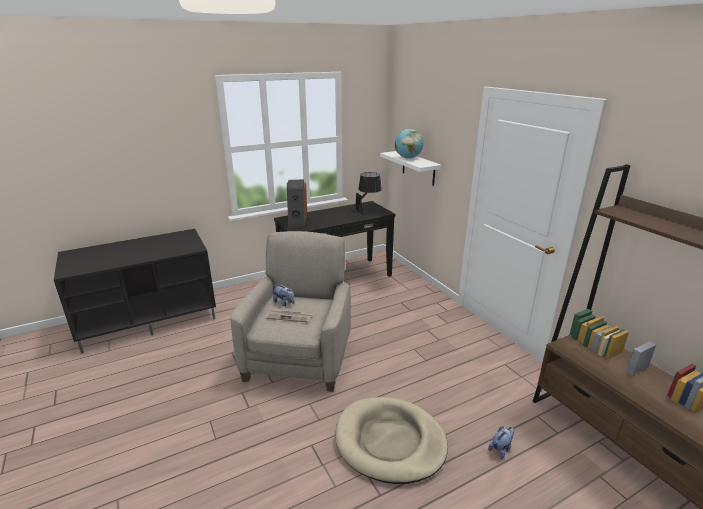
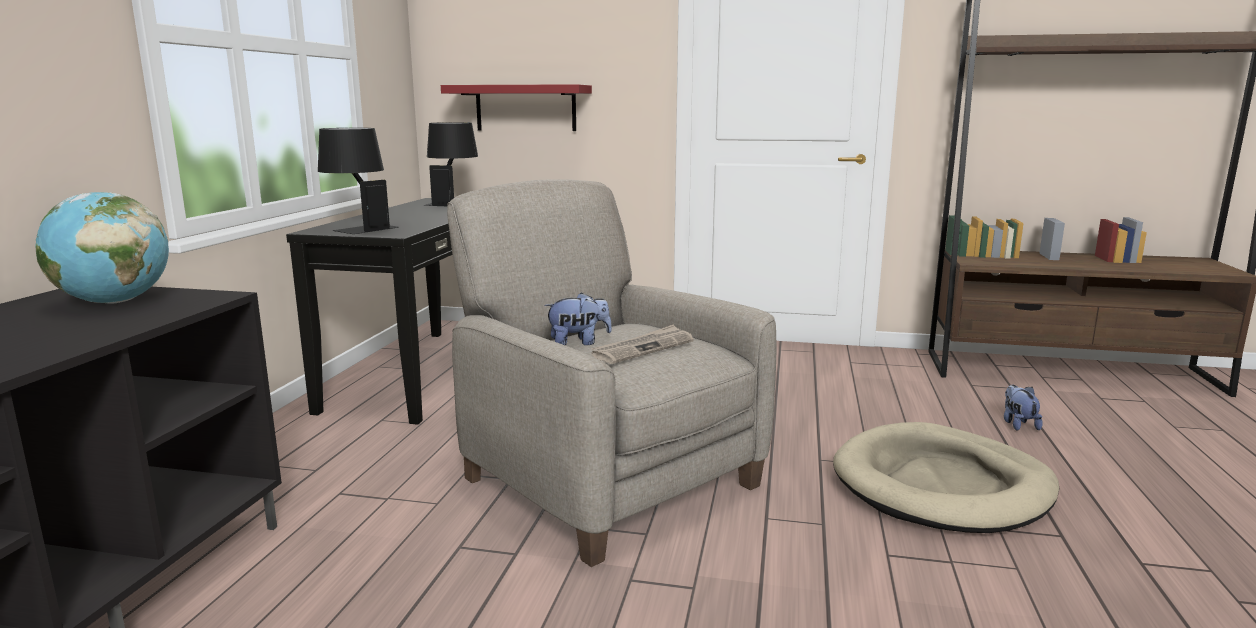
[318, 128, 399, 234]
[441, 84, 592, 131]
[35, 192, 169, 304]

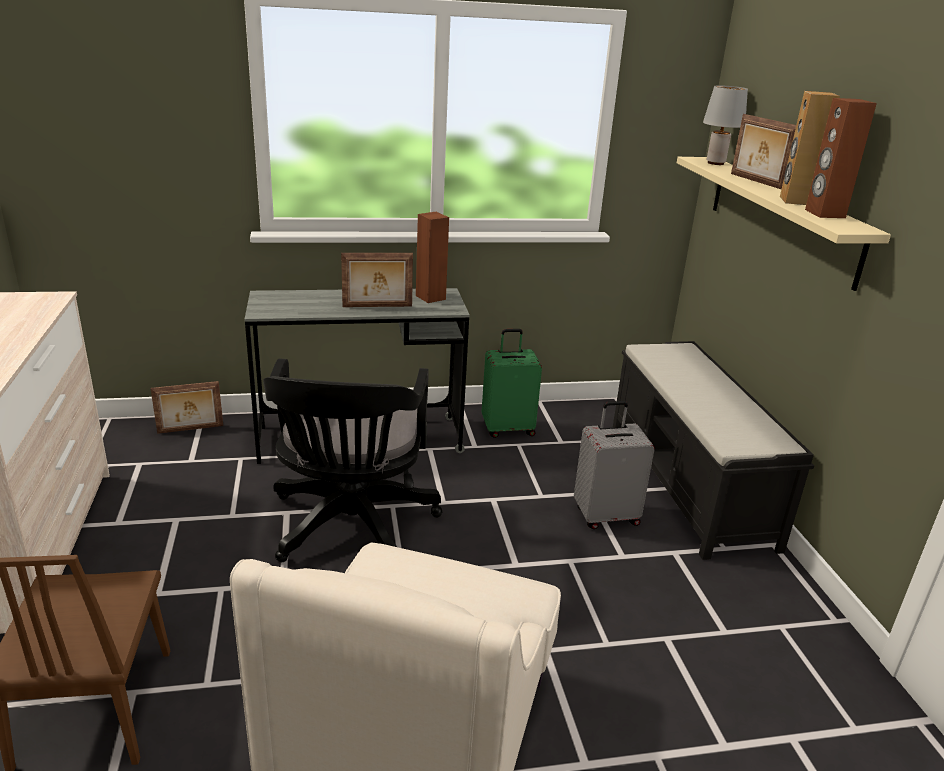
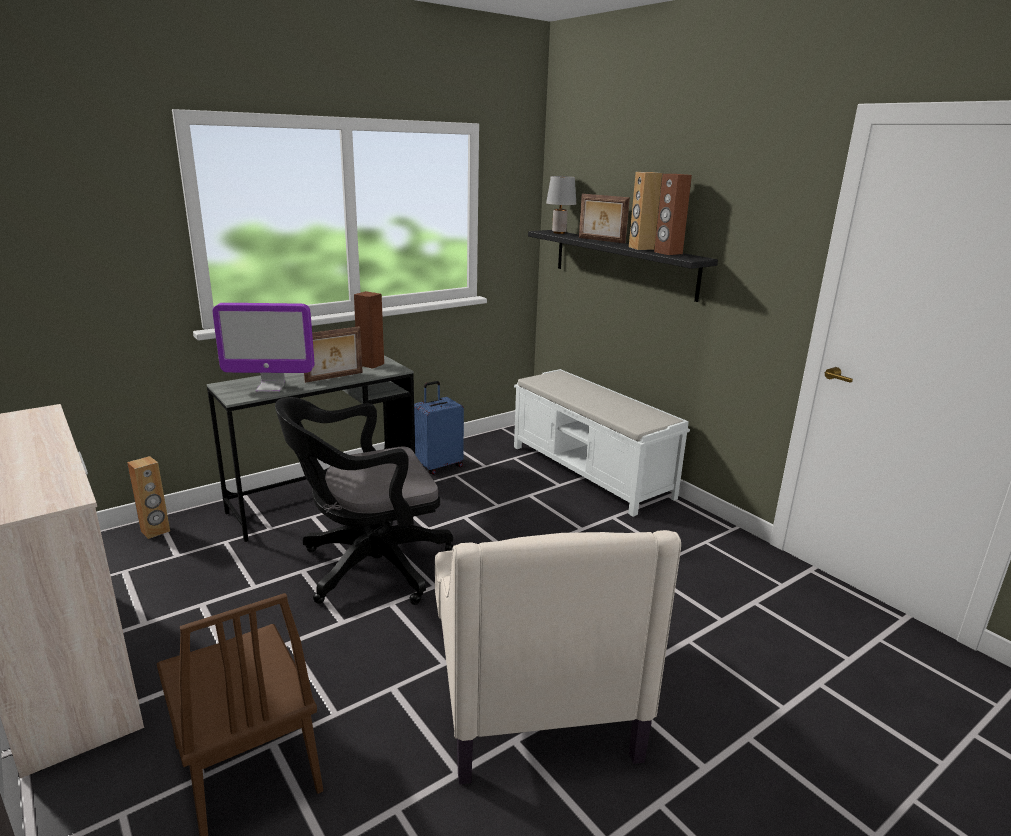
[127, 456, 170, 539]
[275, 397, 454, 605]
[414, 381, 464, 475]
[574, 401, 655, 529] (first image)
[514, 369, 690, 517]
[528, 230, 718, 302]
[212, 303, 314, 392]

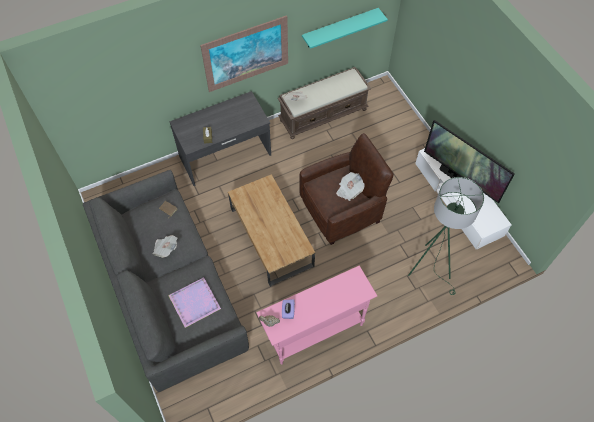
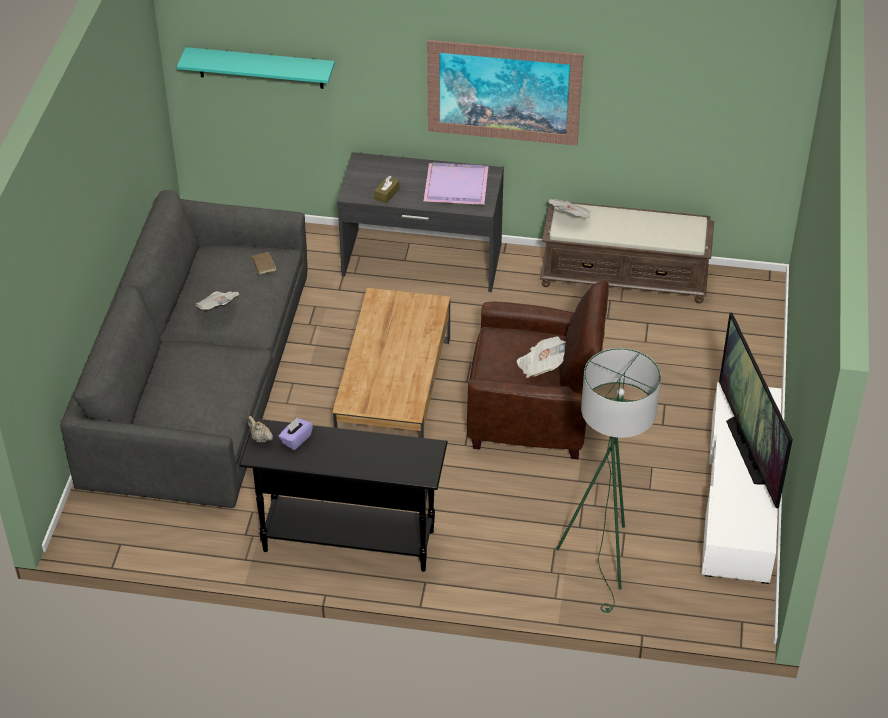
[424, 162, 488, 205]
[239, 419, 448, 572]
[177, 47, 335, 89]

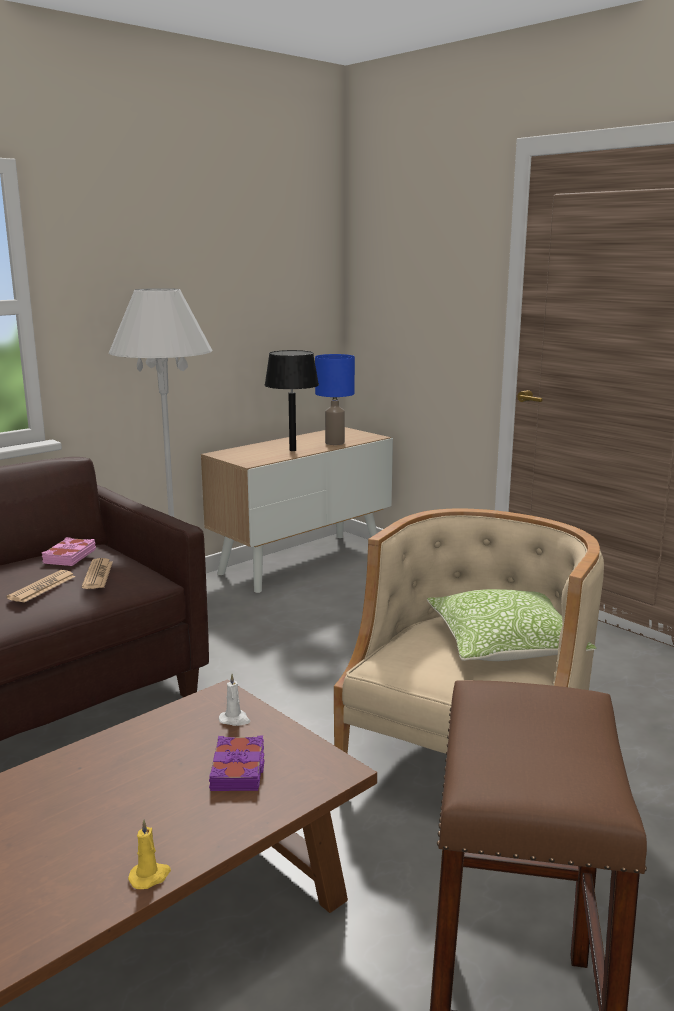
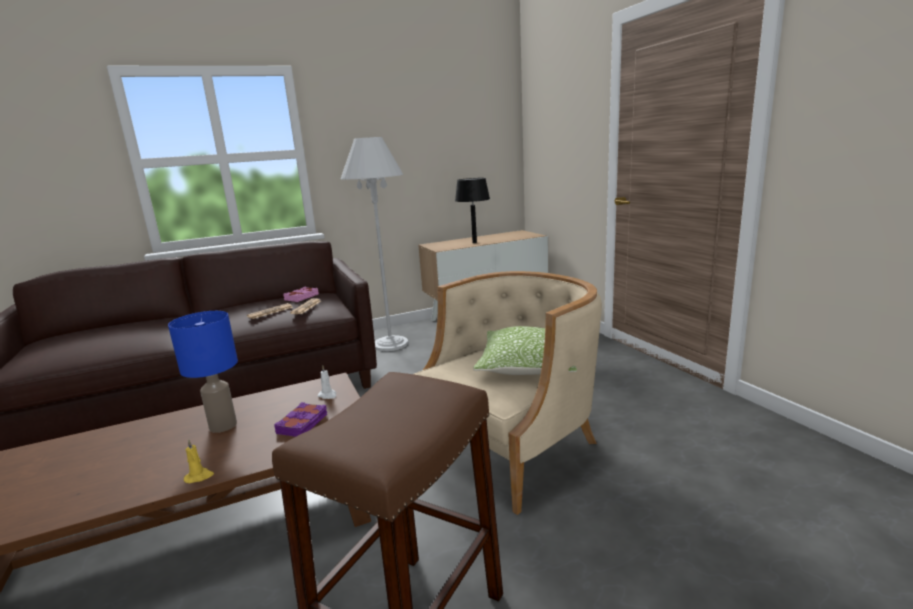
[168, 311, 238, 433]

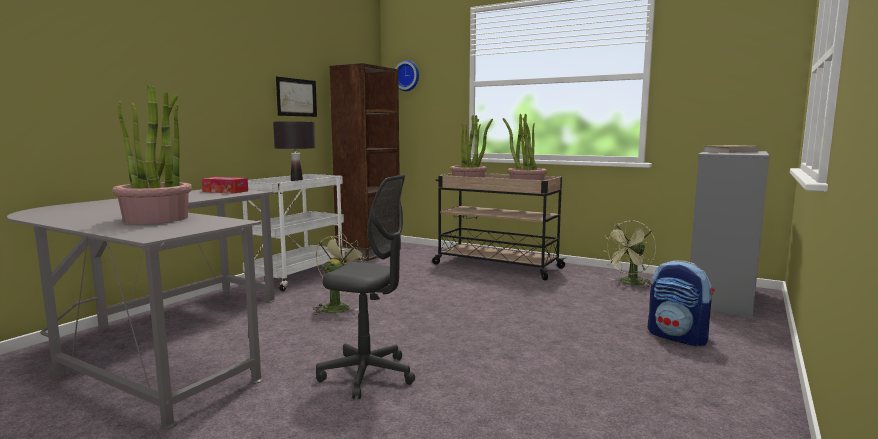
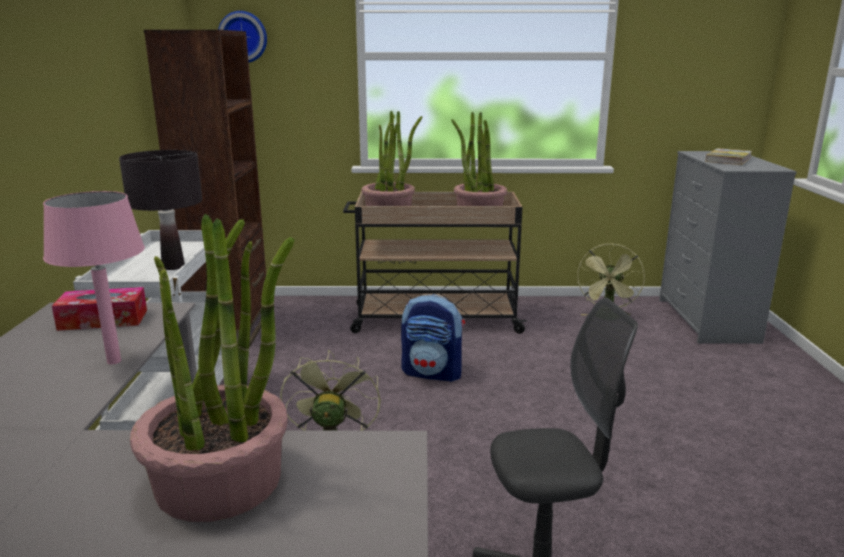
[276, 77, 317, 117] (first image)
[401, 294, 465, 382]
[43, 191, 145, 364]

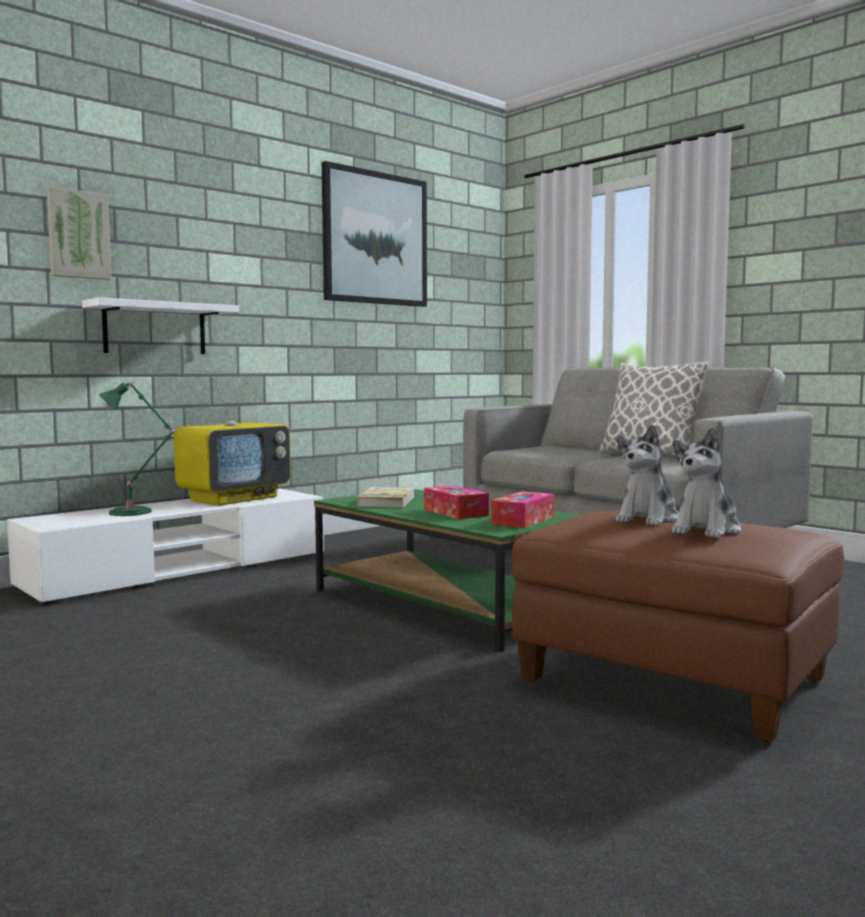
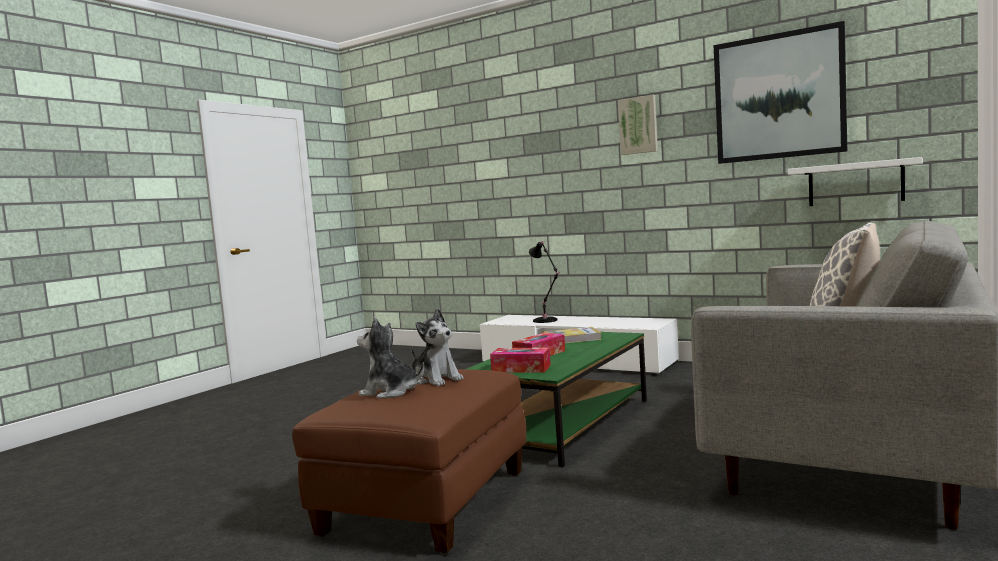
[618, 95, 658, 155]
[788, 157, 923, 206]
[529, 241, 560, 323]
[174, 381, 291, 506] (first image)
[412, 308, 463, 386]

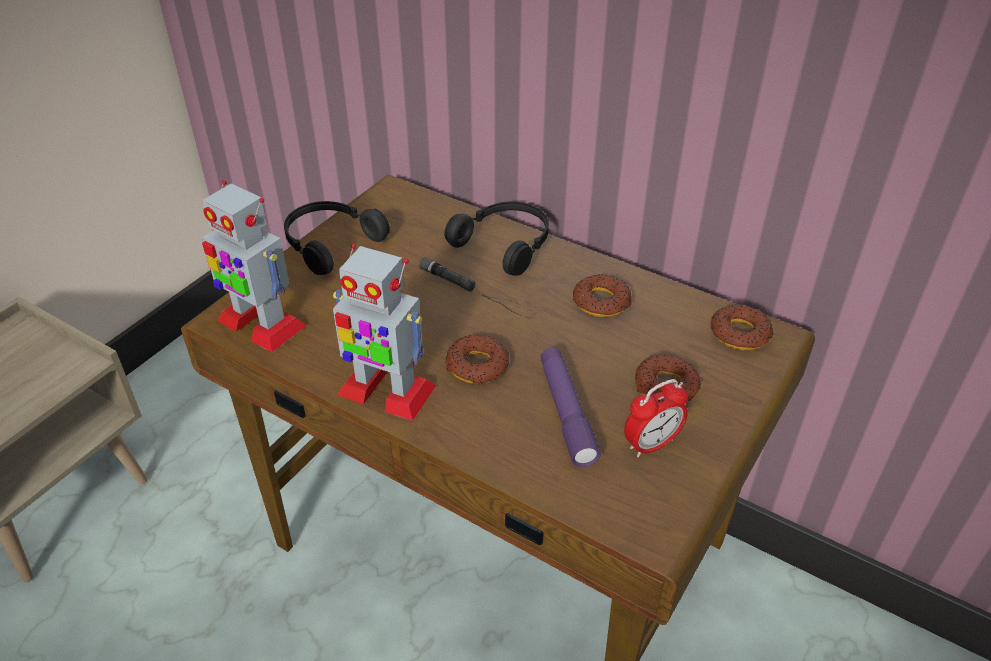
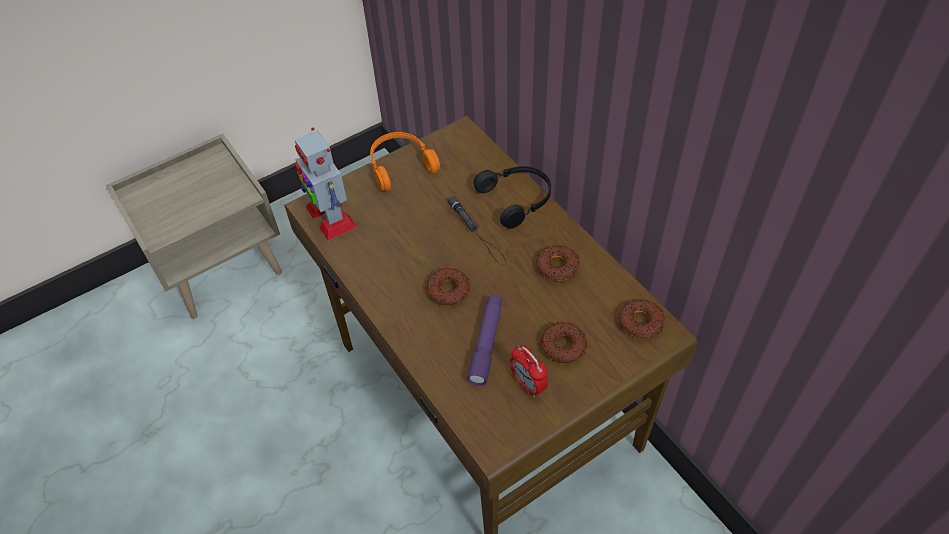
[370, 132, 440, 191]
[333, 244, 436, 421] (first image)
[510, 345, 548, 397]

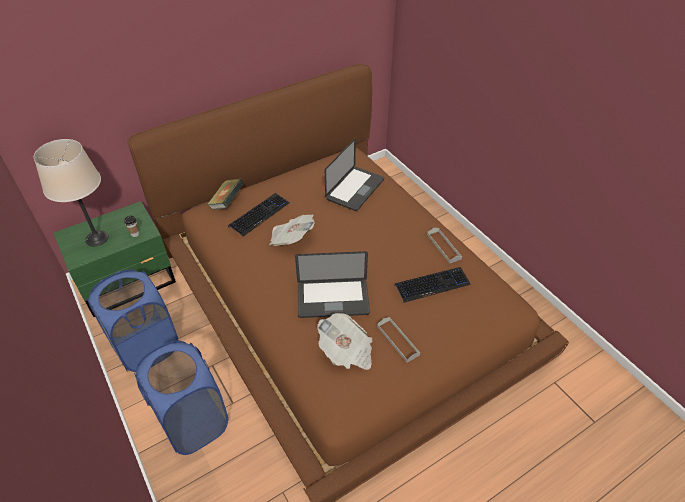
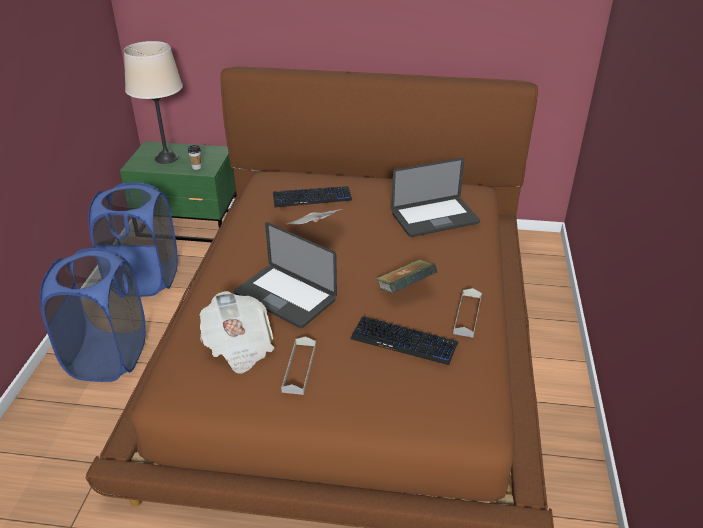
[376, 259, 438, 294]

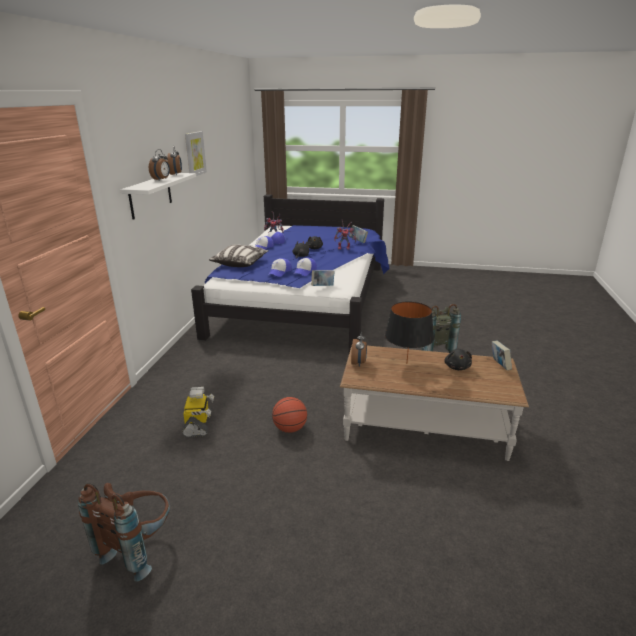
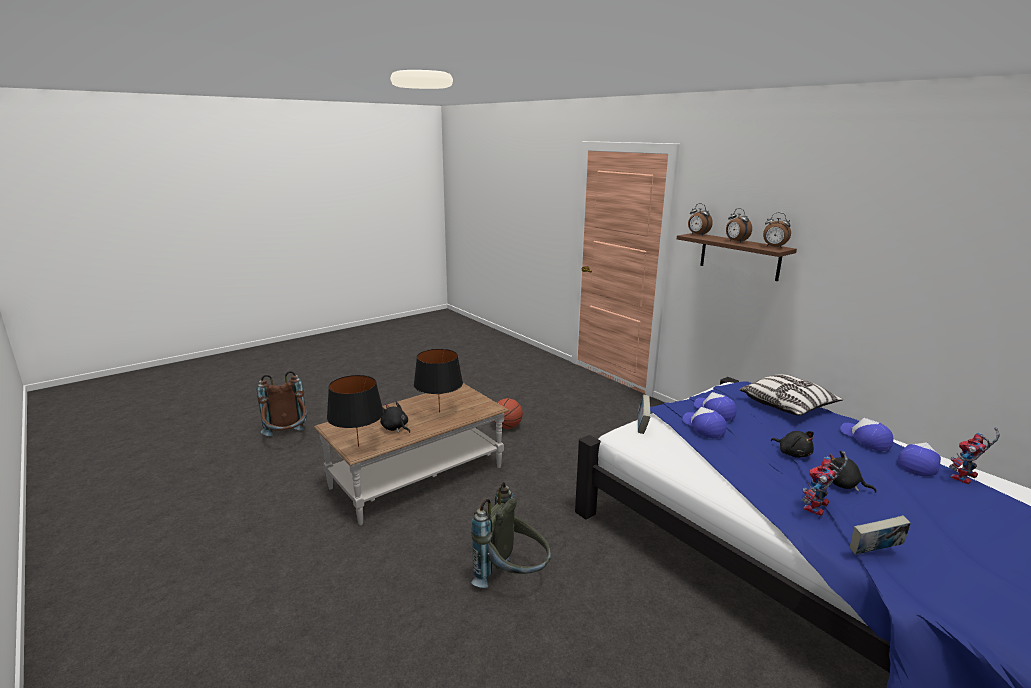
[257, 371, 307, 436]
[677, 233, 797, 281]
[182, 387, 214, 437] (first image)
[185, 131, 207, 176] (first image)
[688, 203, 713, 236]
[327, 375, 384, 447]

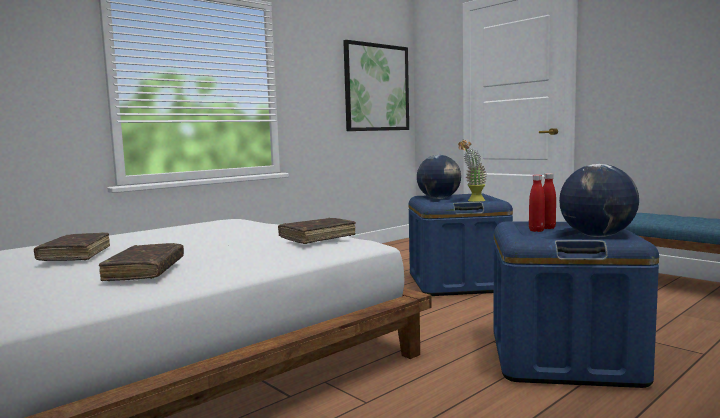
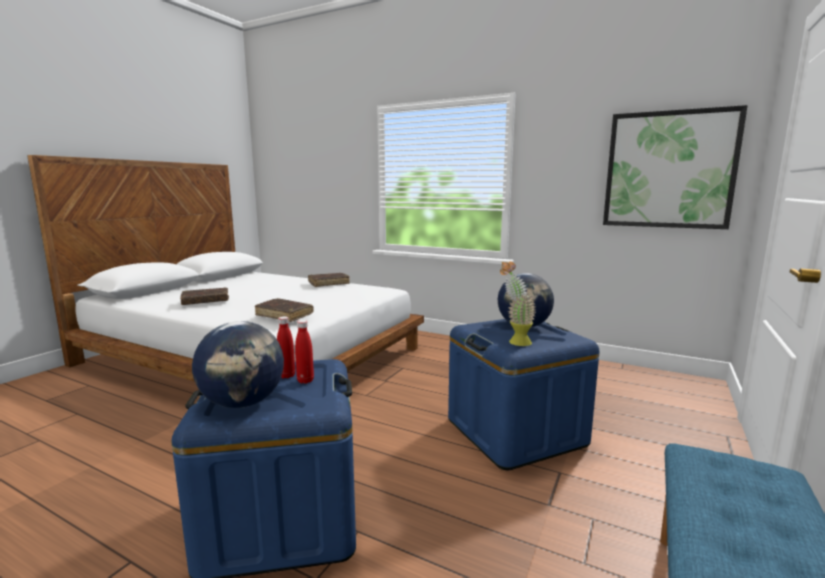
[308, 273, 350, 287]

